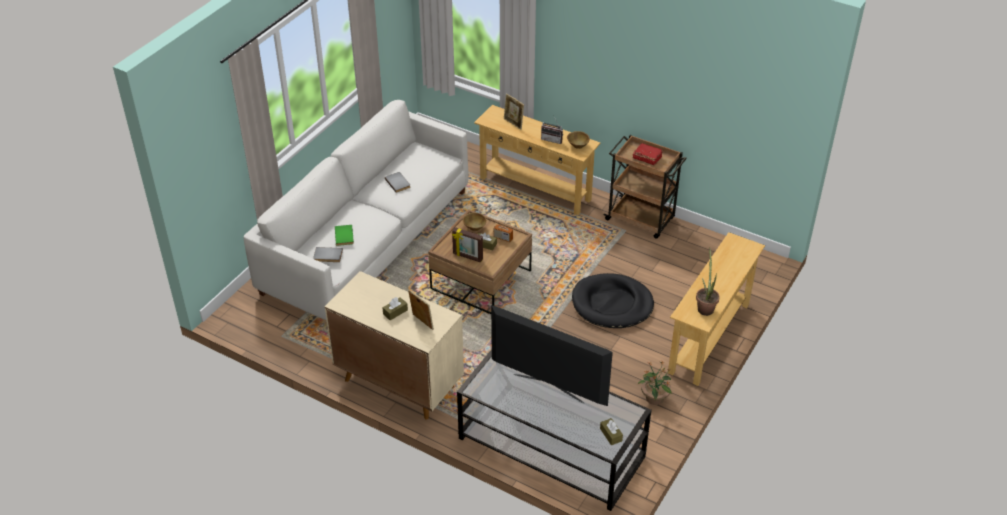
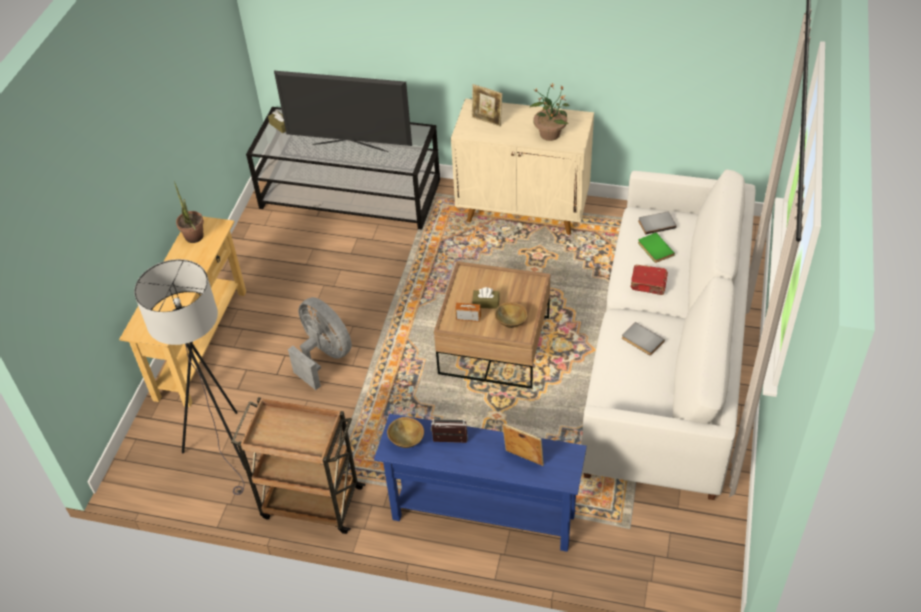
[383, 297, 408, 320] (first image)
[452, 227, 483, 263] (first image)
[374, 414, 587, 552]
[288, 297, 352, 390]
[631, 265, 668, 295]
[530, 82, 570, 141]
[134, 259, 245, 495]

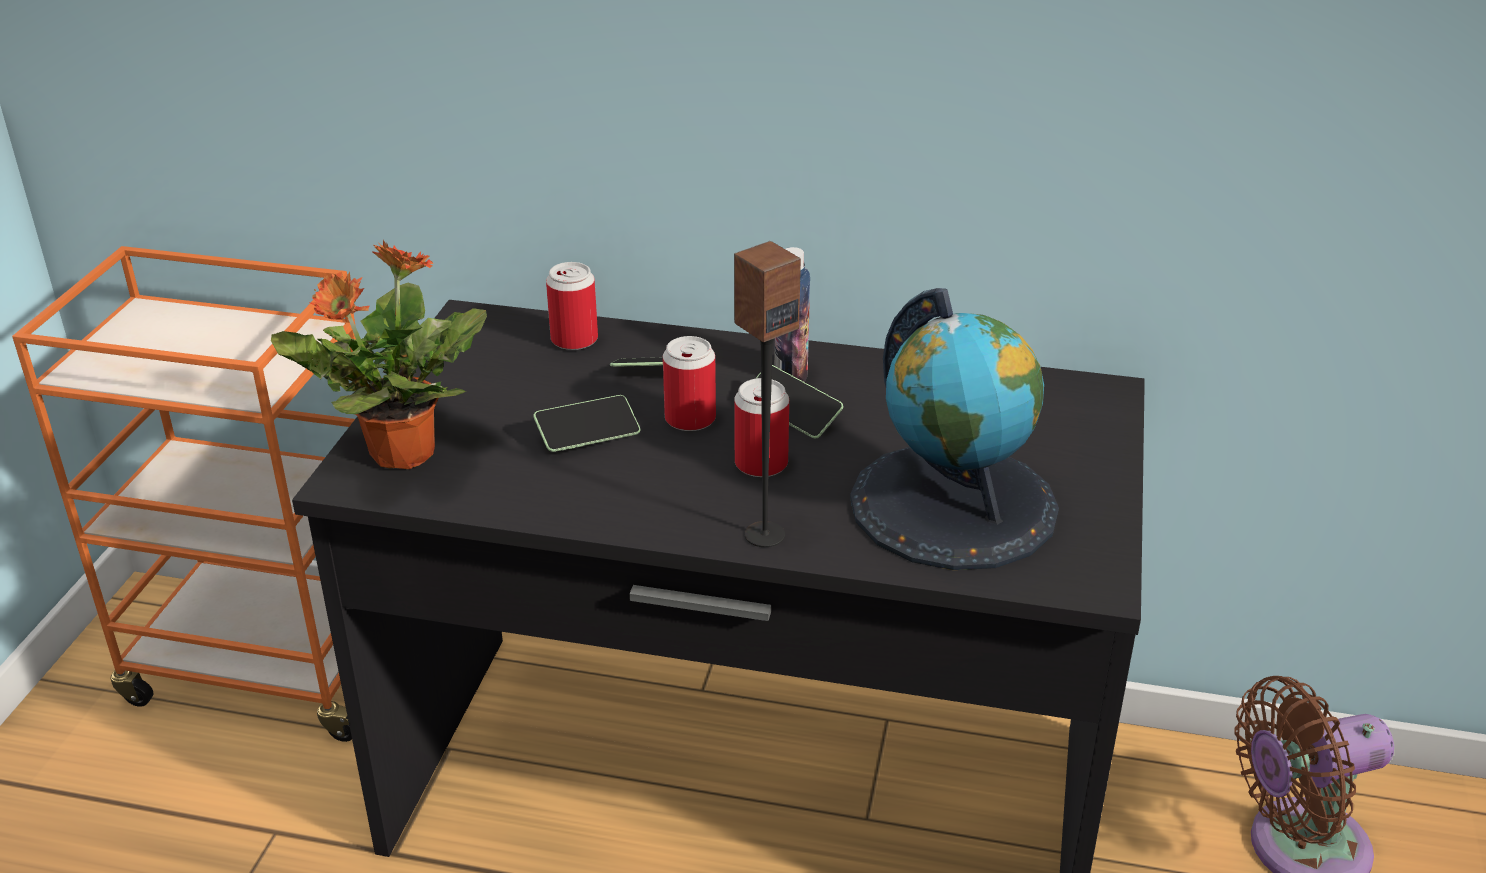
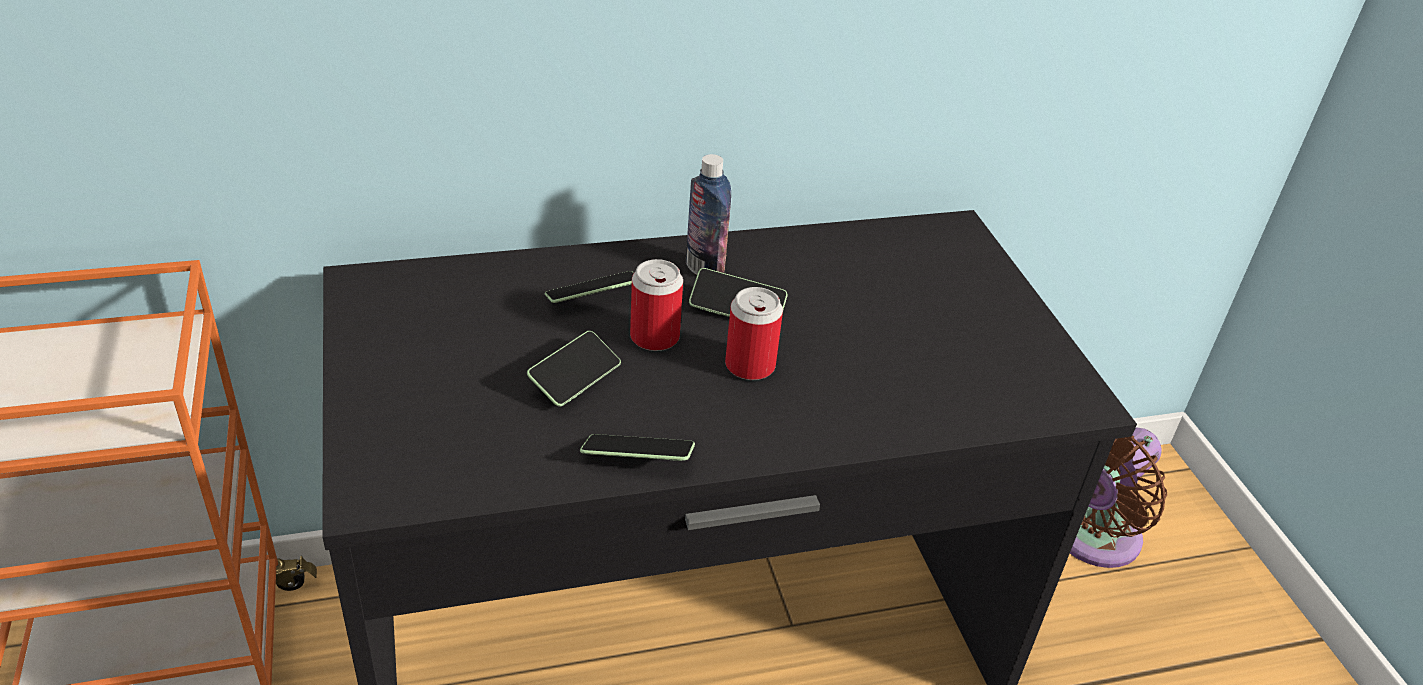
[271, 240, 487, 469] (first image)
[546, 262, 598, 350] (first image)
[734, 241, 801, 547] (first image)
[850, 288, 1059, 570] (first image)
[580, 434, 695, 461]

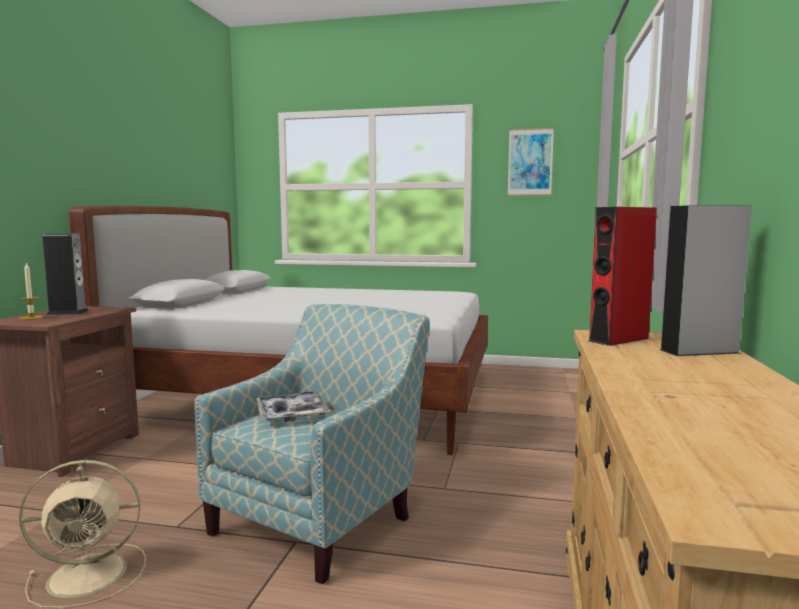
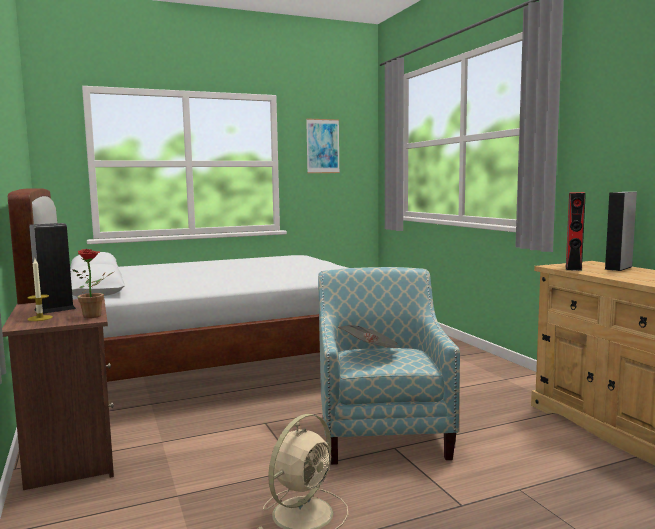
[338, 325, 399, 348]
[72, 249, 114, 318]

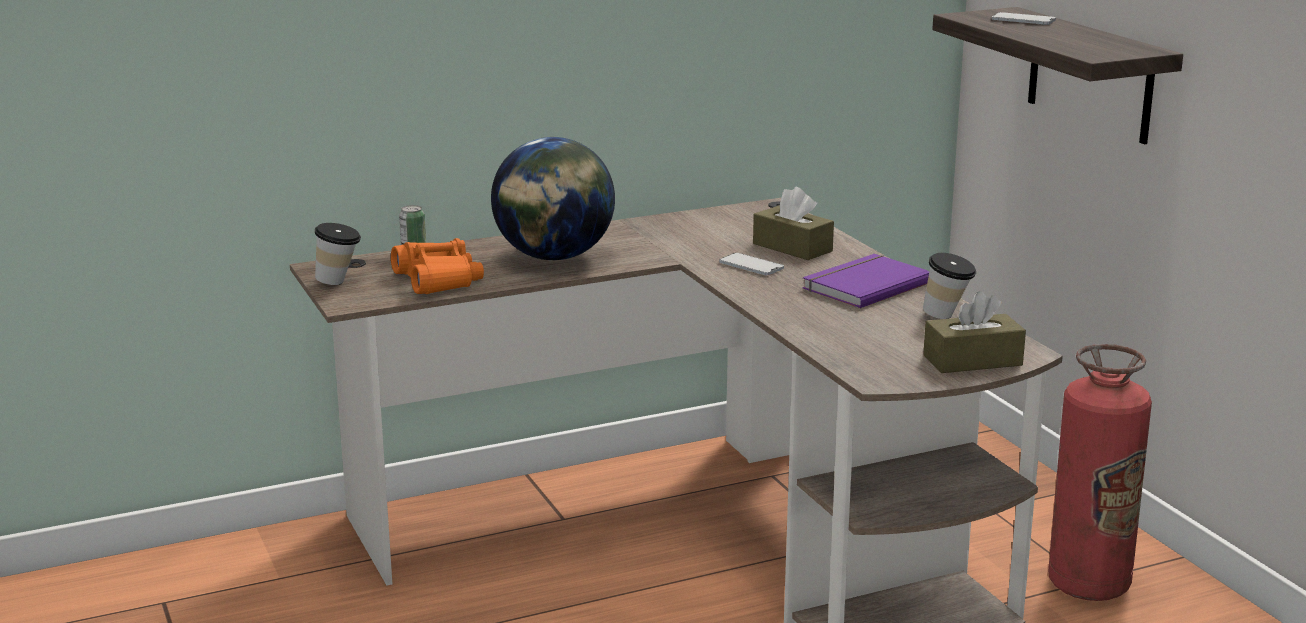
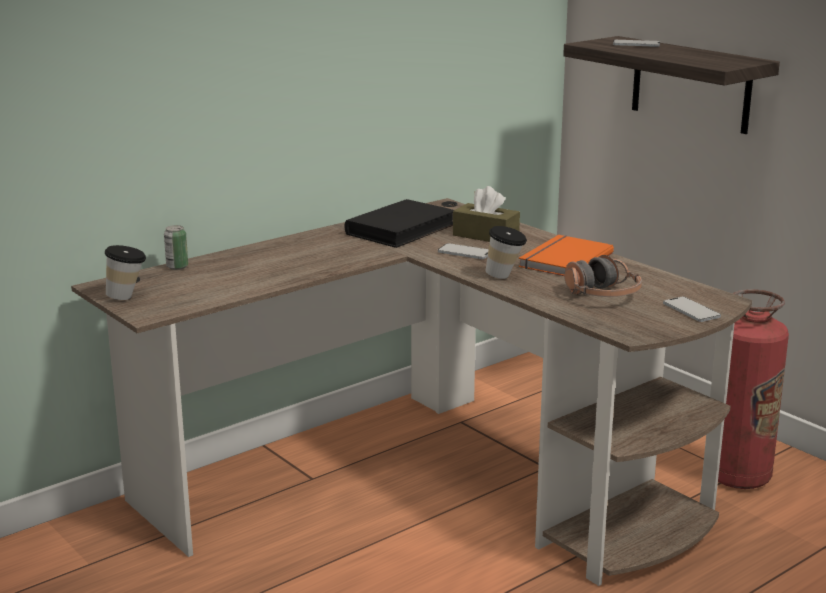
[391, 238, 484, 294] (first image)
[491, 137, 615, 260] (first image)
[518, 235, 614, 276]
[486, 226, 527, 279]
[663, 297, 721, 322]
[344, 199, 454, 248]
[564, 255, 642, 297]

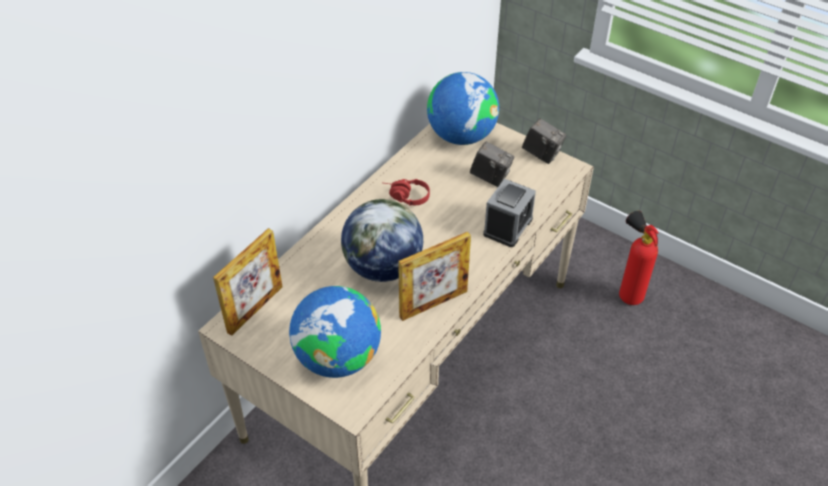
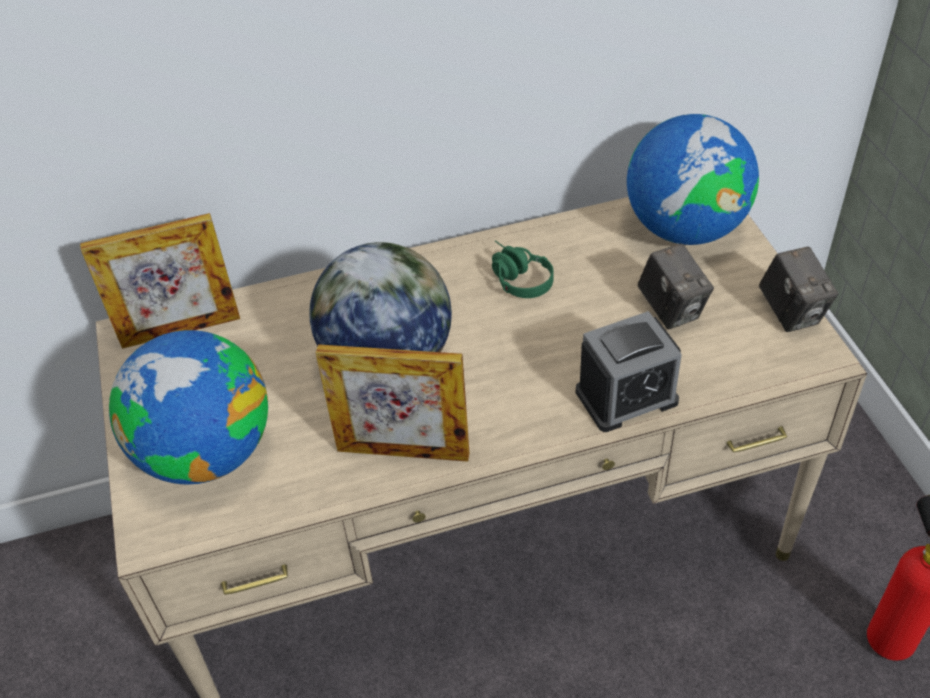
[492, 240, 554, 298]

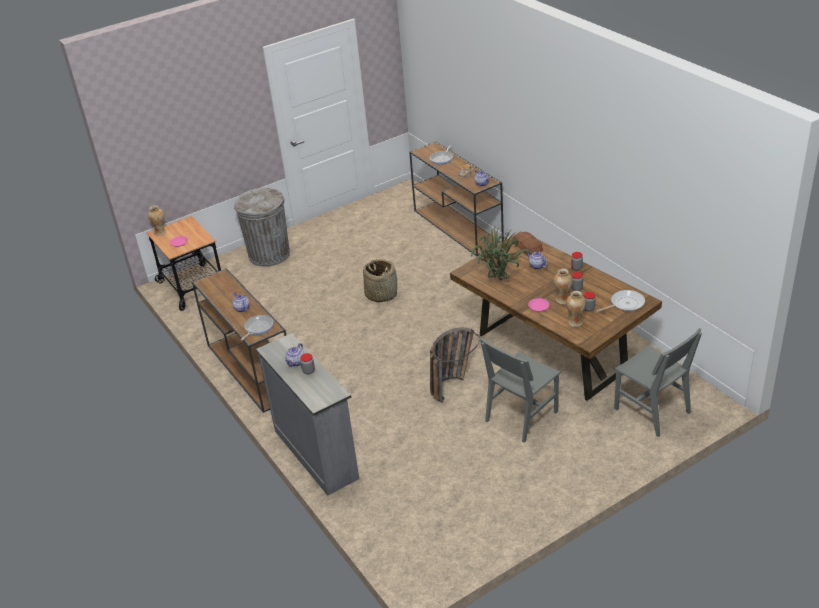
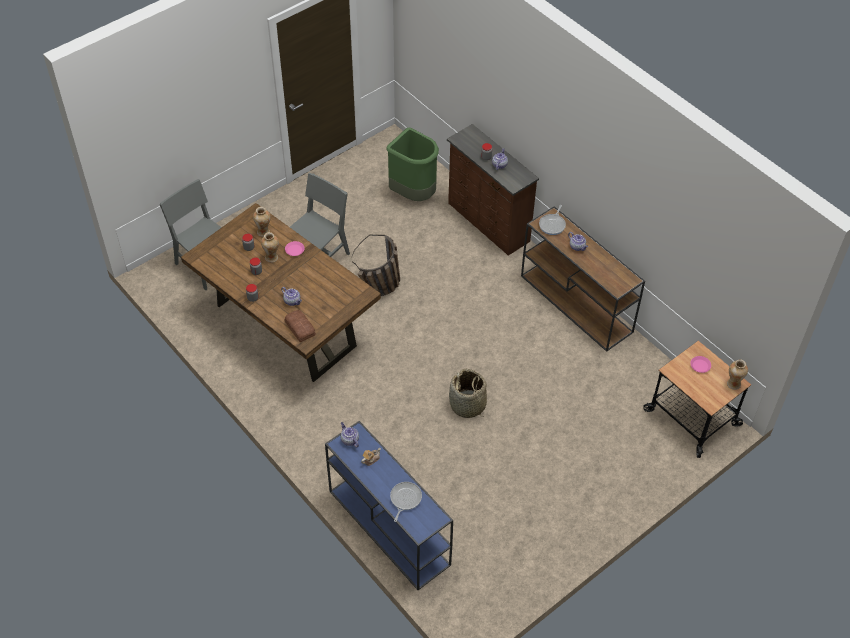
[234, 188, 290, 267] (first image)
[447, 124, 539, 256]
[325, 421, 453, 590]
[471, 225, 530, 280] (first image)
[597, 290, 645, 312] (first image)
[386, 127, 439, 201]

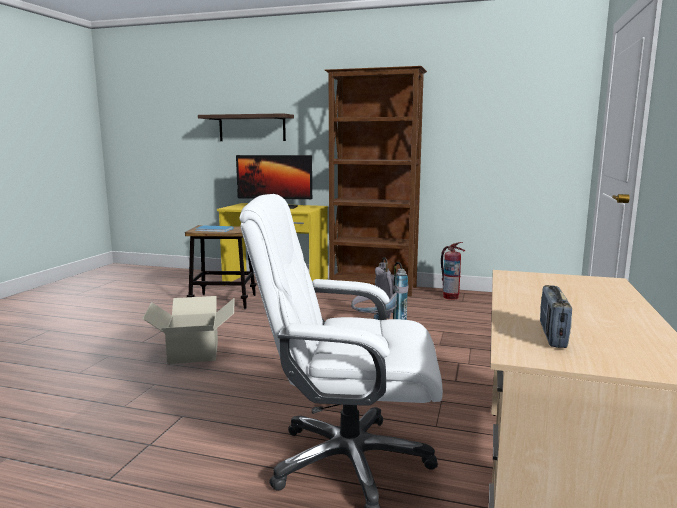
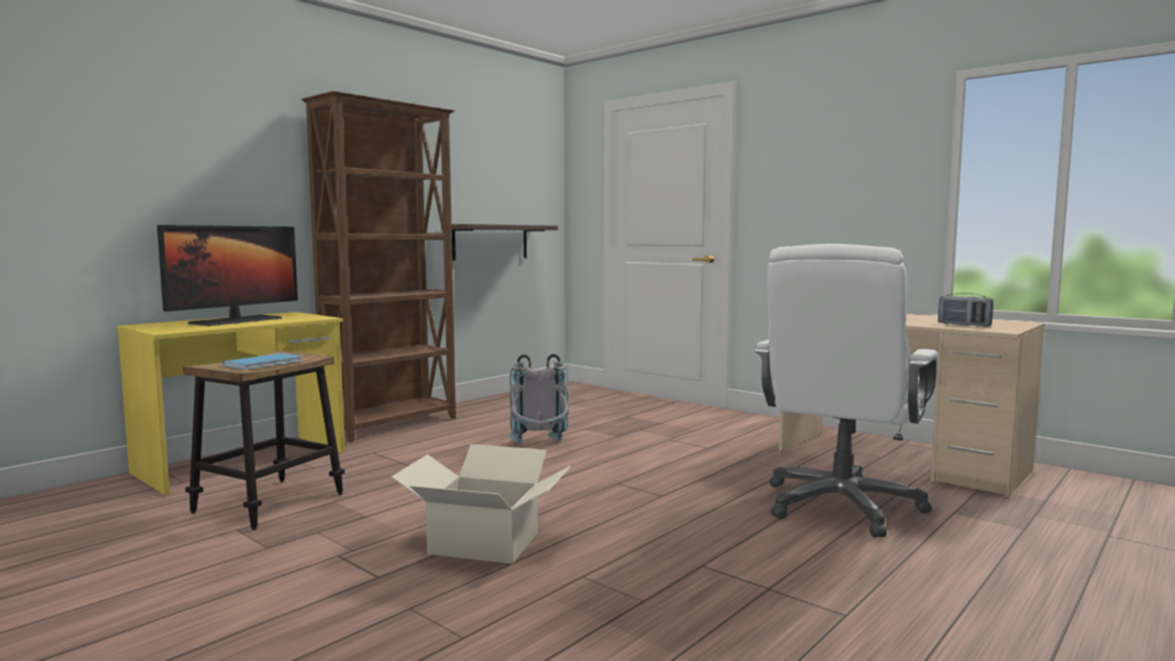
[441, 224, 558, 260]
[441, 242, 465, 300] (first image)

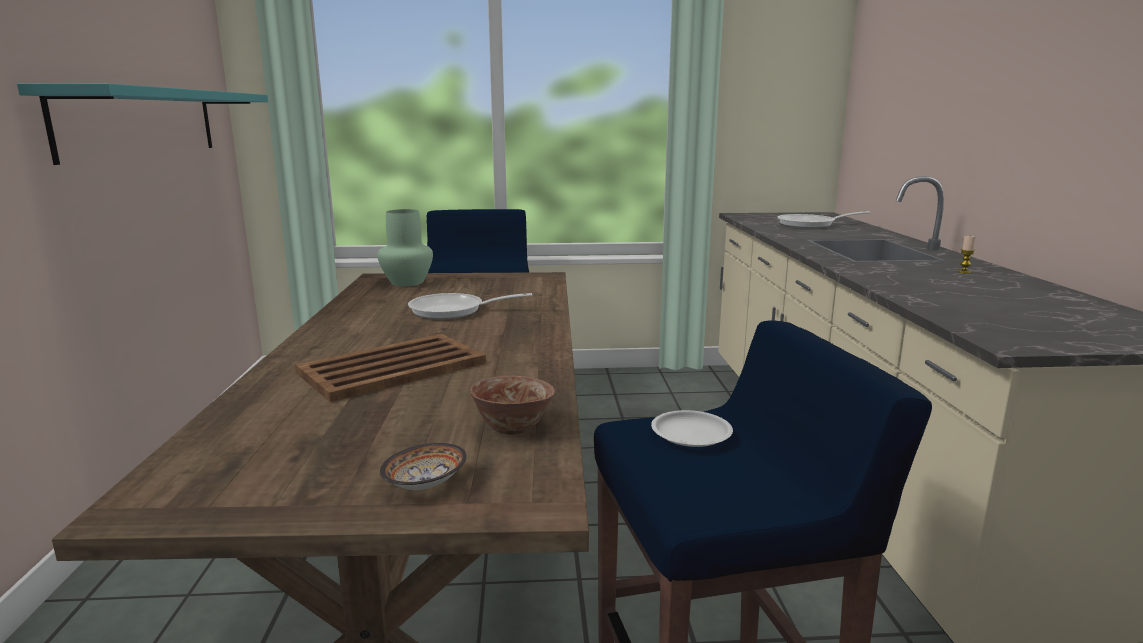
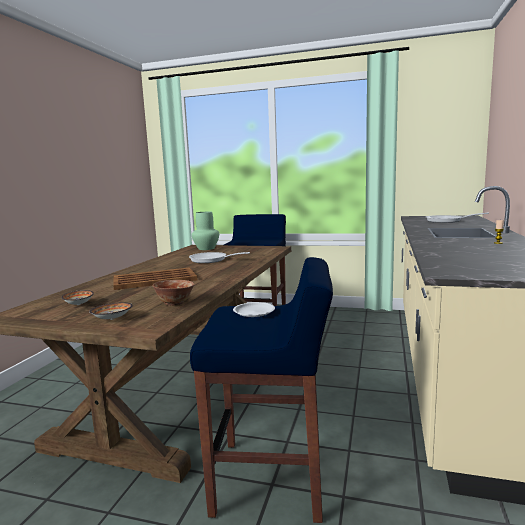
[17, 83, 268, 165] (first image)
[61, 290, 94, 305]

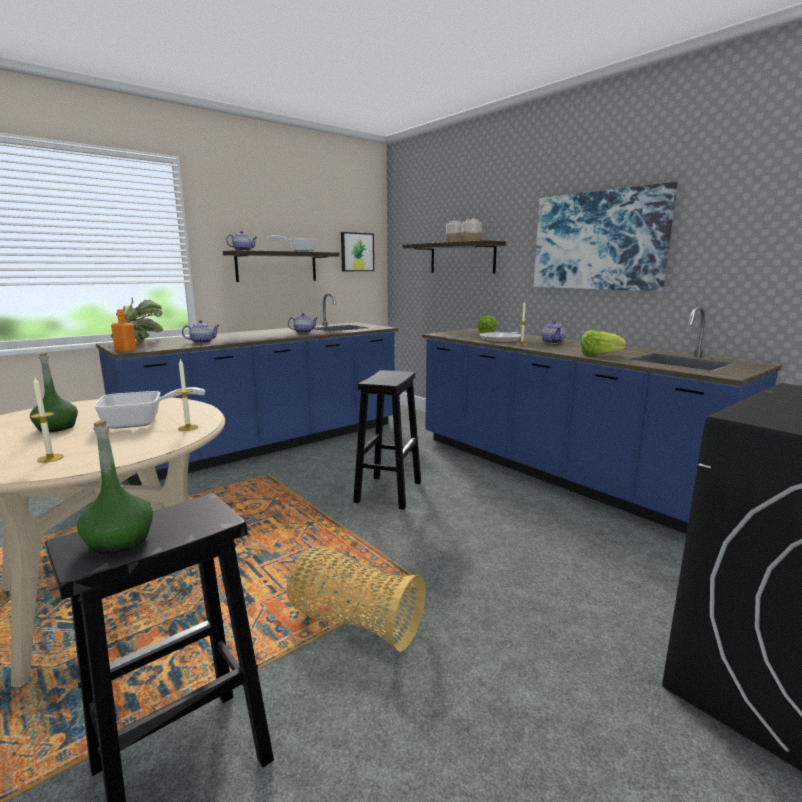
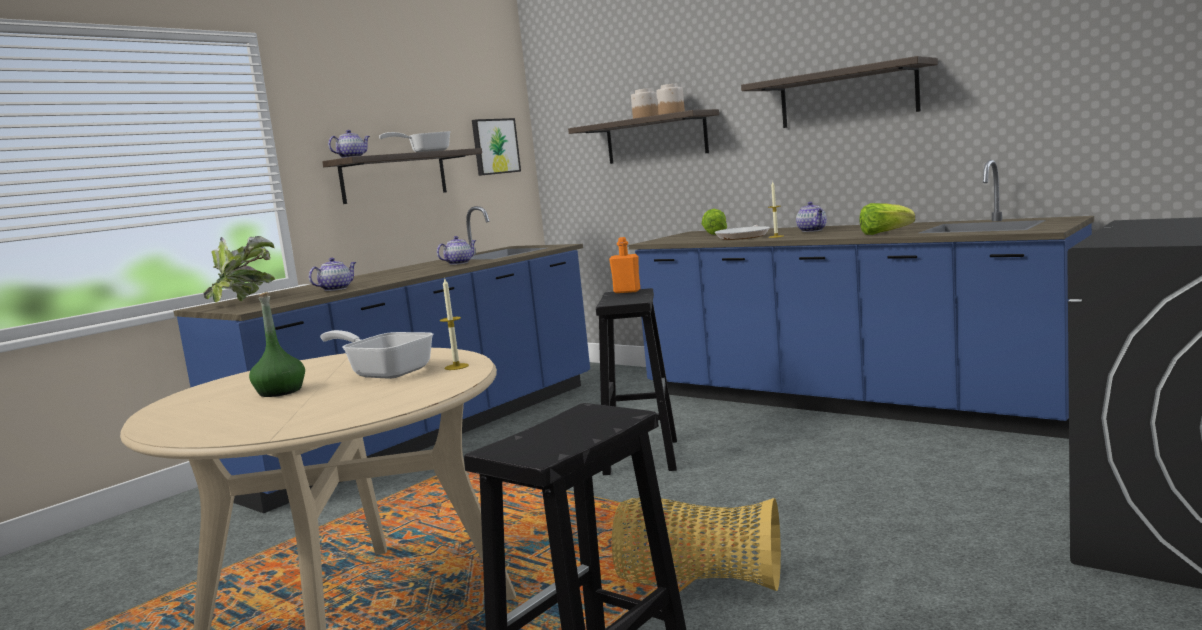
[31, 377, 64, 463] (first image)
[77, 420, 153, 554] (first image)
[320, 330, 433, 379]
[609, 237, 640, 293]
[741, 56, 938, 128]

